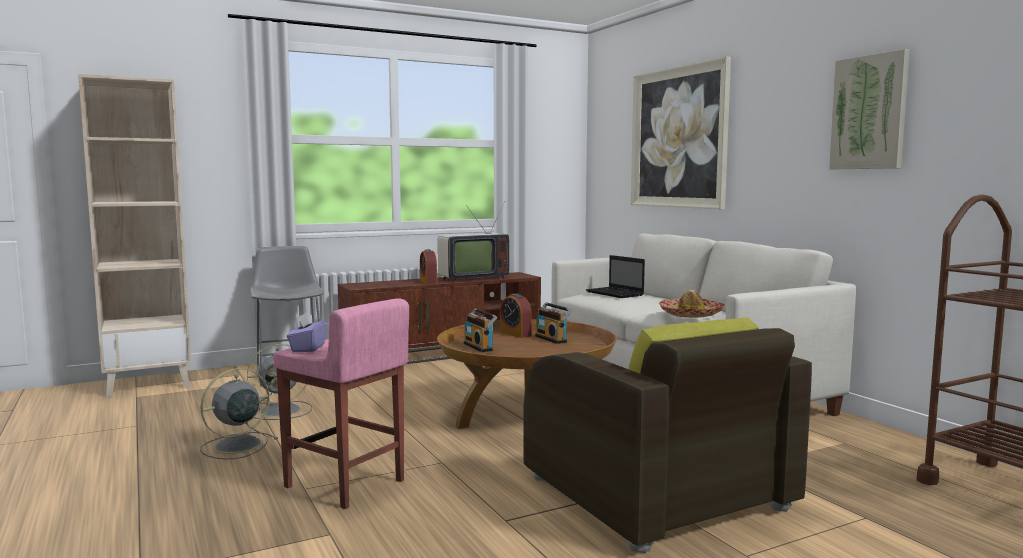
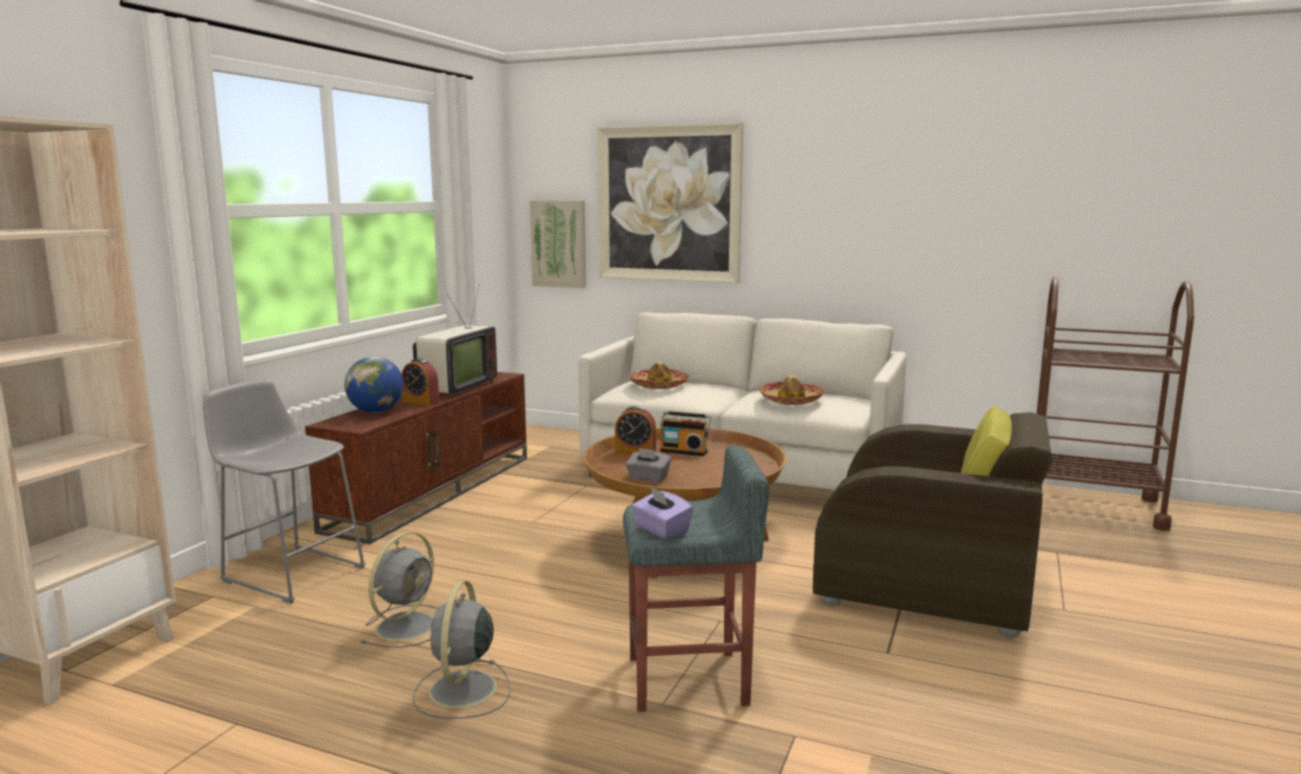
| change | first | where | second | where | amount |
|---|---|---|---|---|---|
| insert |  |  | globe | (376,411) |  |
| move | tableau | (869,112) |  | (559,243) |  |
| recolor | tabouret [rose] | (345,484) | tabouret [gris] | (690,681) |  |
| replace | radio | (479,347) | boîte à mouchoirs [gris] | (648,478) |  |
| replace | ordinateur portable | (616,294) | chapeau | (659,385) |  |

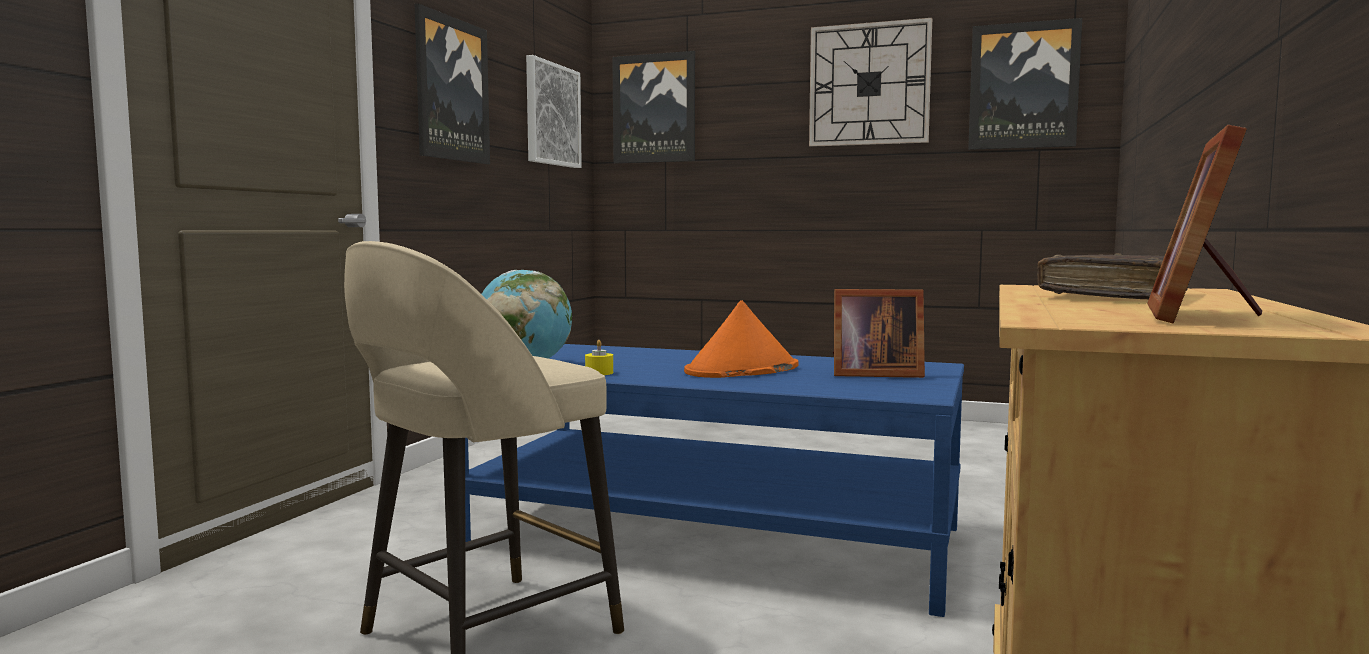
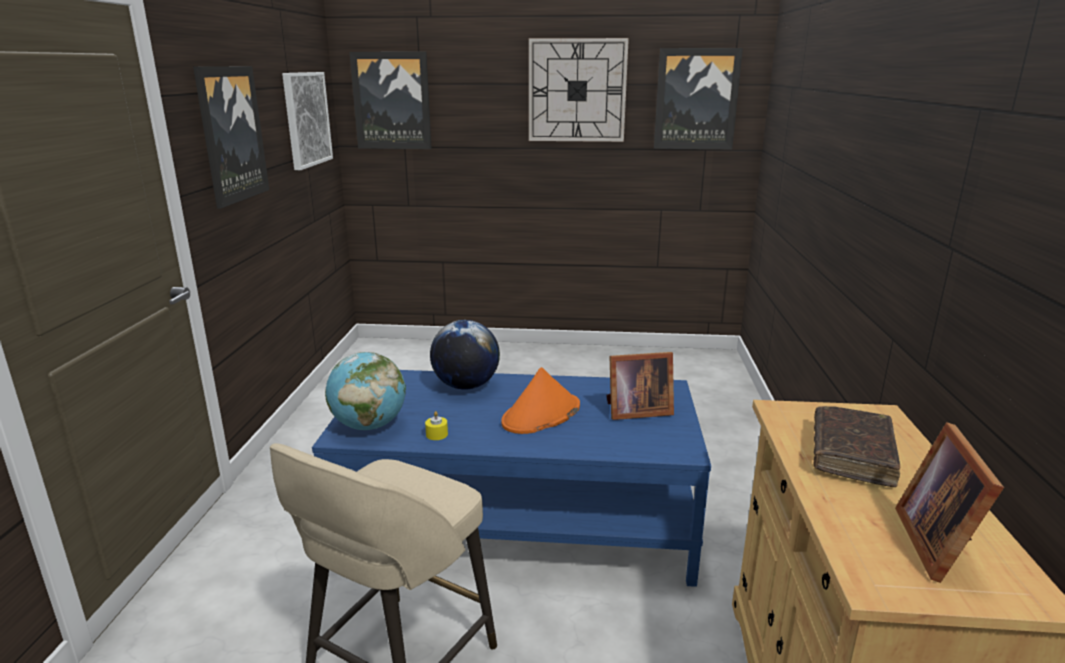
| change | first | where | second | where | amount |
|---|---|---|---|---|---|
| insert |  |  | globe | (466,386) |  |

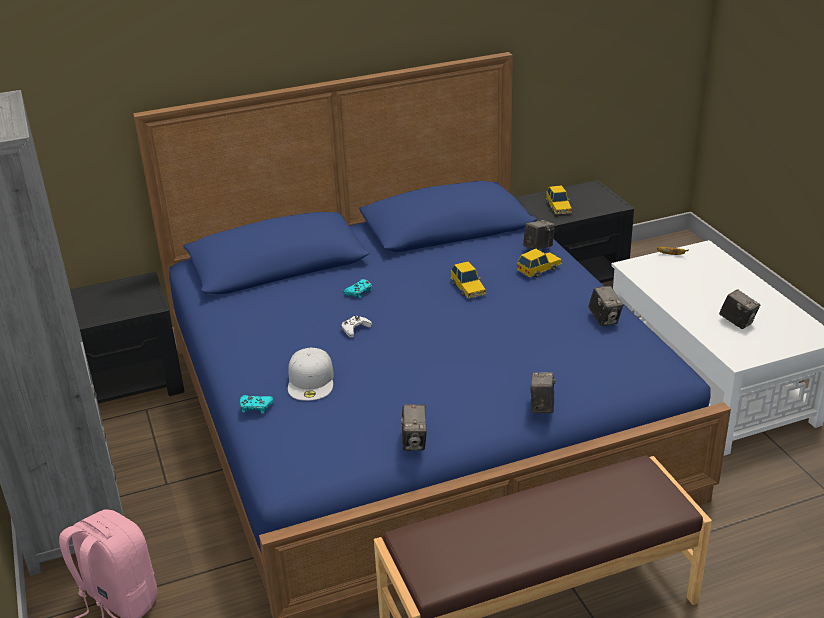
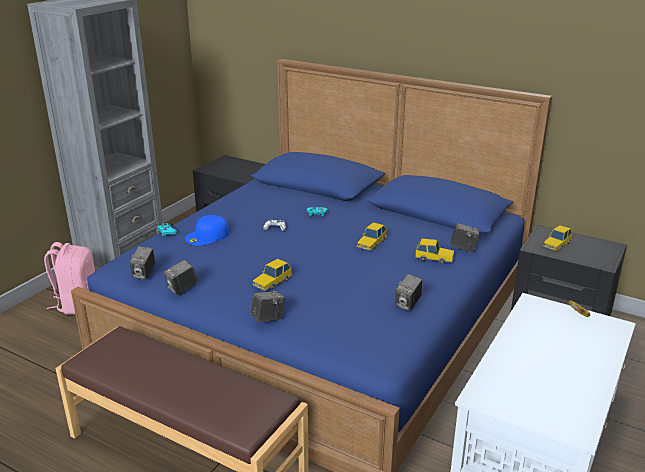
| change | first | where | second | where | amount |
|---|---|---|---|---|---|
| move | appareil photo | (737,322) |  | (144,274) |  |
| recolor | casquette [blanc] | (311,381) | casquette [bleu] | (207,236) |  |
| insert |  |  | petite voiture | (272,282) |  |

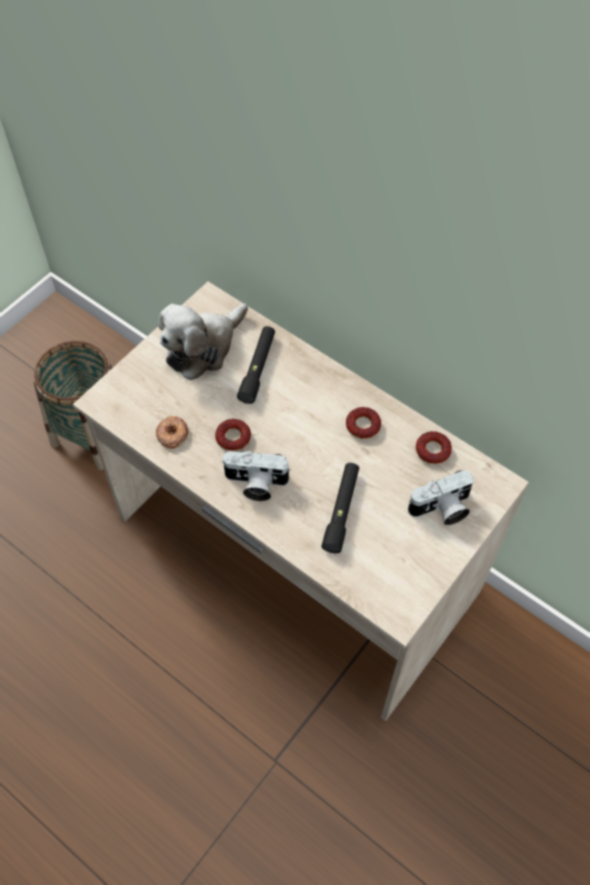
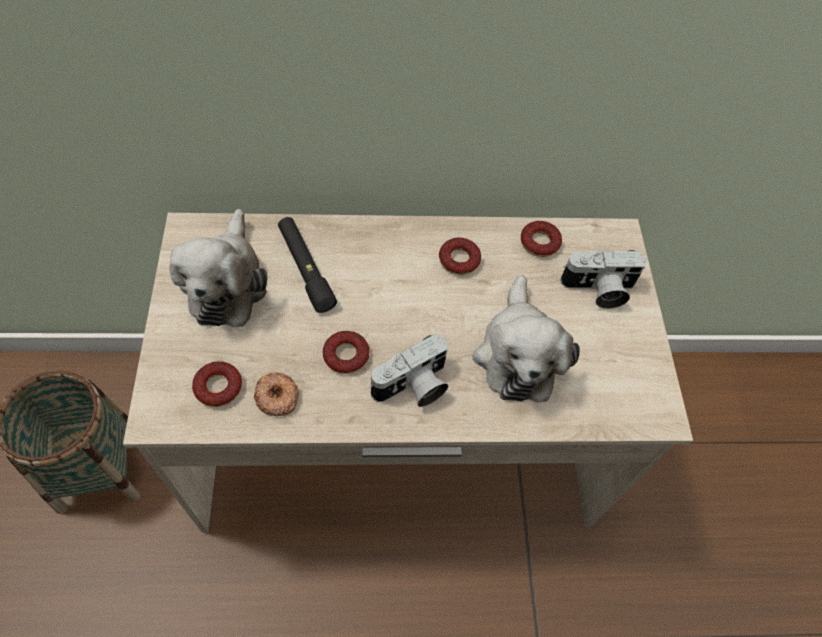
| change | first | where | second | where | amount |
|---|---|---|---|---|---|
| insert |  |  | beignet | (218,387) |  |
| replace | lampe de poche [noir] | (341,510) | peluche | (518,354) |  |
| rotate | appareil photo | (442,509) |  | (598,290) | 60 degrees clockwise |

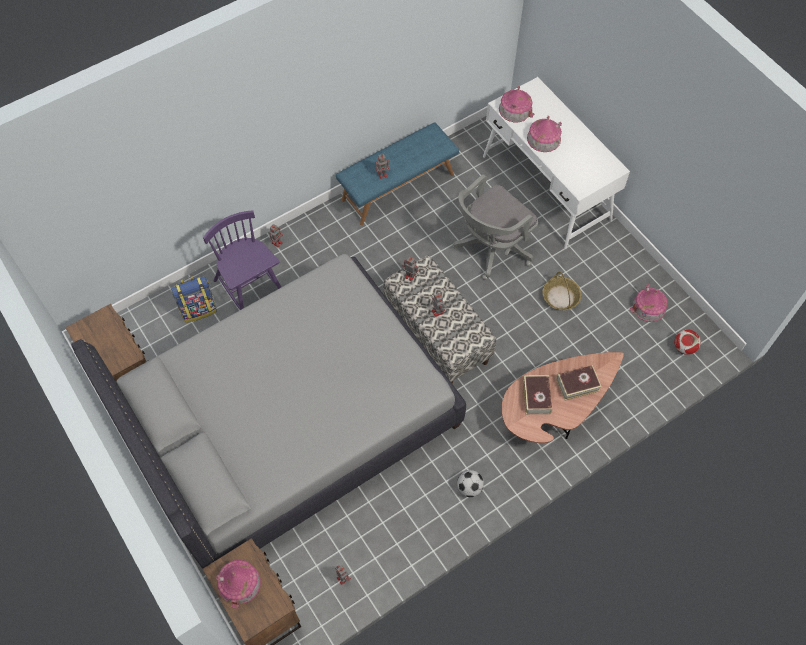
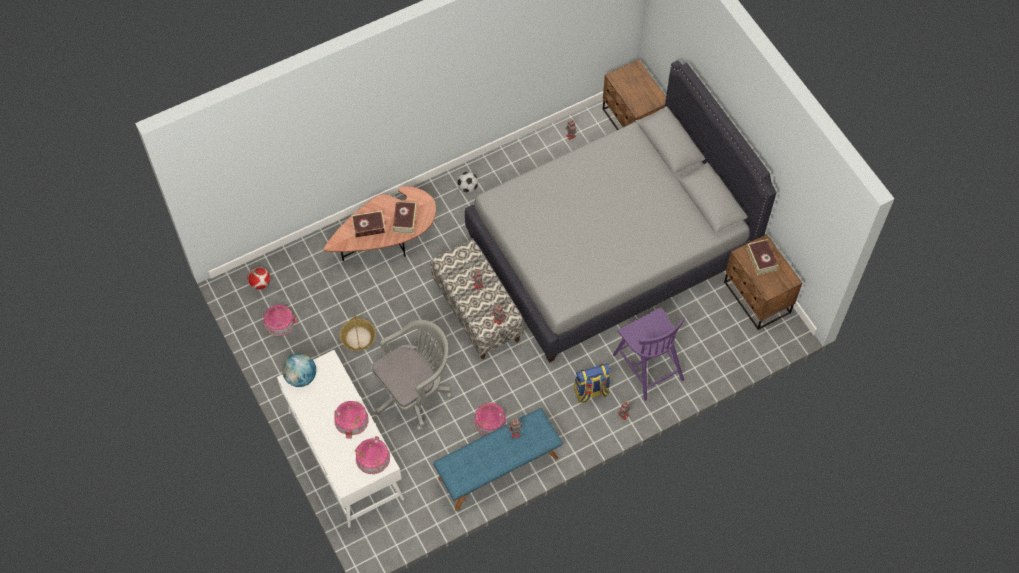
| change | first | where | second | where | amount |
|---|---|---|---|---|---|
| insert |  |  | globe | (301,377) |  |
| move | maison miniature | (239,583) |  | (490,420) |  |
| move | sac à dos | (198,309) |  | (591,392) |  |
| insert |  |  | livre | (761,259) |  |

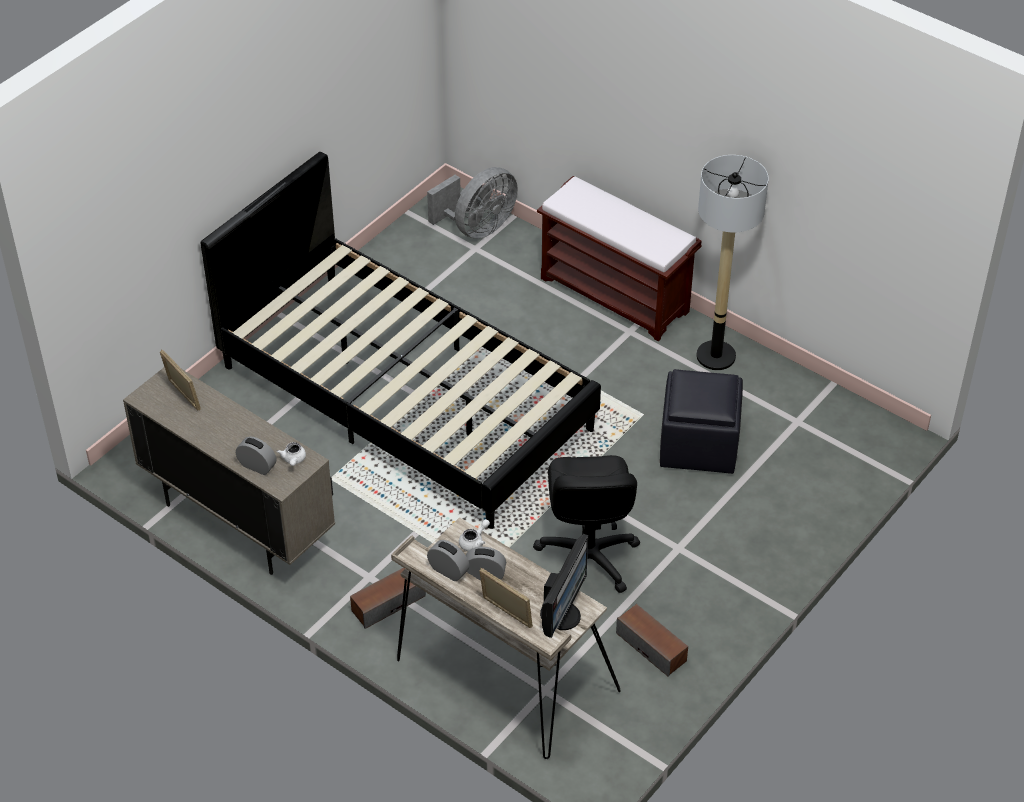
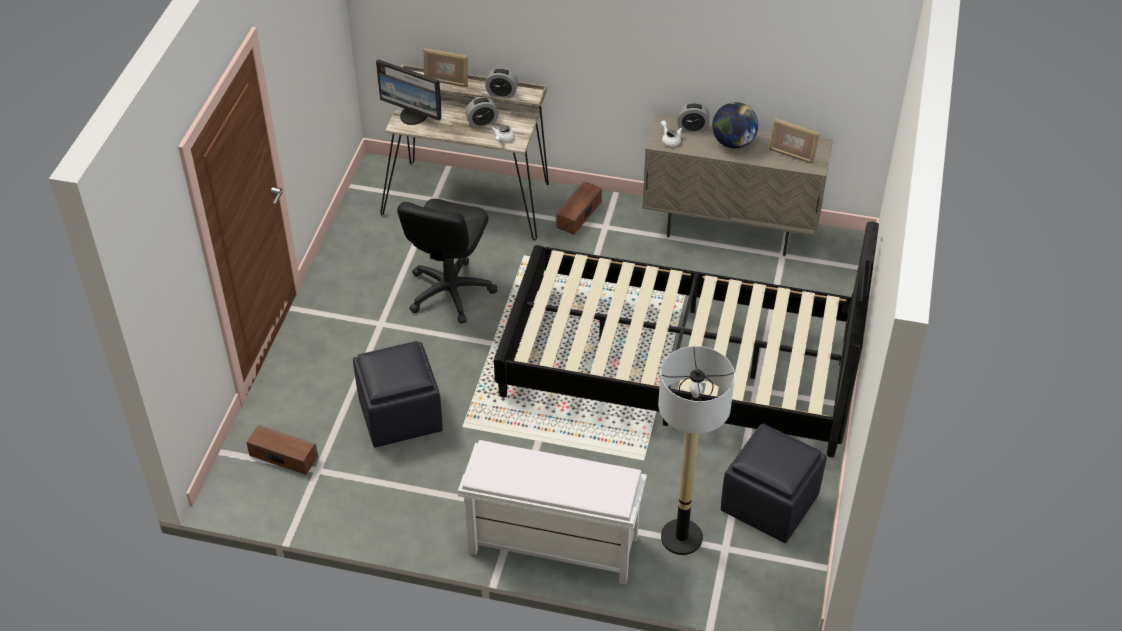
| change | first | where | second | where | amount |
|---|---|---|---|---|---|
| move | enceinte | (651,647) |  | (283,457) |  |
| rotate | écran d'ordinateur | (562,615) |  | (413,116) | 60 degrees counterclockwise |
| rotate | chaise de bureau [noir] | (587,558) |  | (450,292) | 135 degrees counterclockwise |
| recolor | banc [marron] | (616,295) | banc [blanc] | (551,545) |  |
| move | lampadaire | (716,356) |  | (681,538) |  |
| insert |  |  | globe | (733,143) |  |
| insert |  |  | pouf [noir] | (770,503) |  |
| delete | ventilateur [gris] | (477,228) |  |  |  |

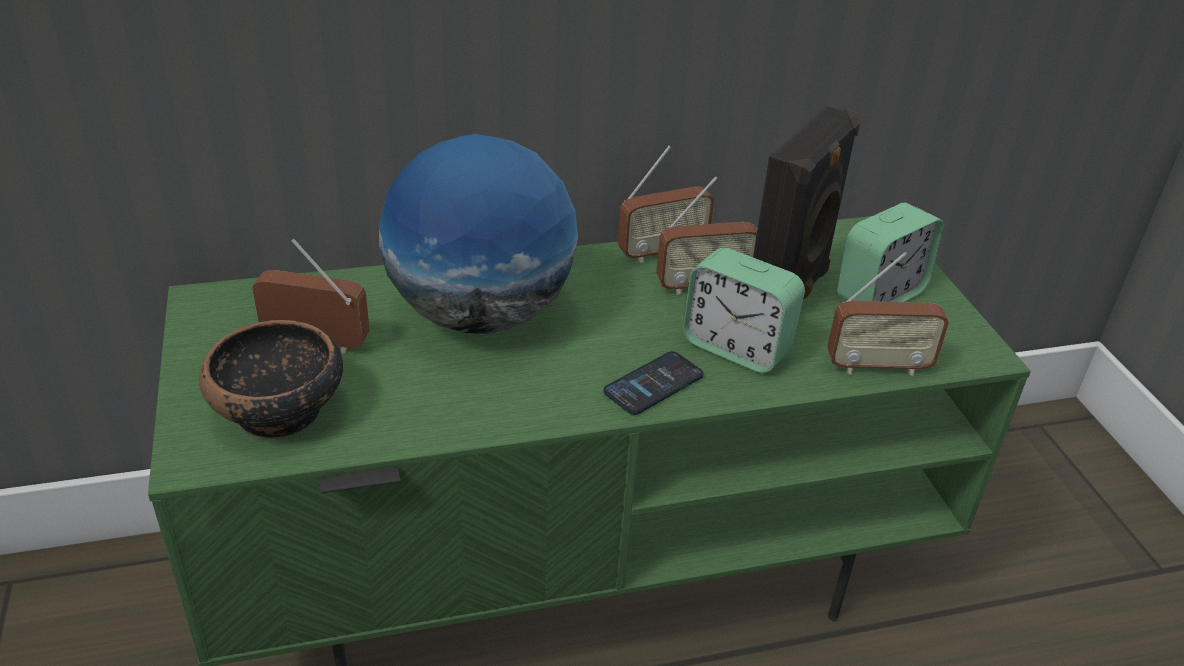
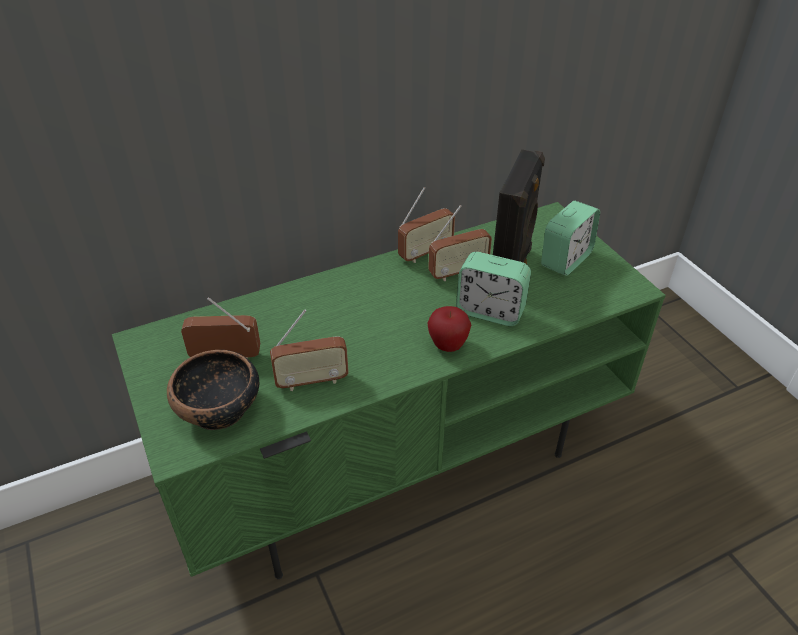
| change | first | where | second | where | amount |
|---|---|---|---|---|---|
| move | radio | (877,366) |  | (312,381) |  |
| replace | téléphone | (653,384) | pomme | (448,346) |  |
| delete | globe | (481,314) |  |  |  |

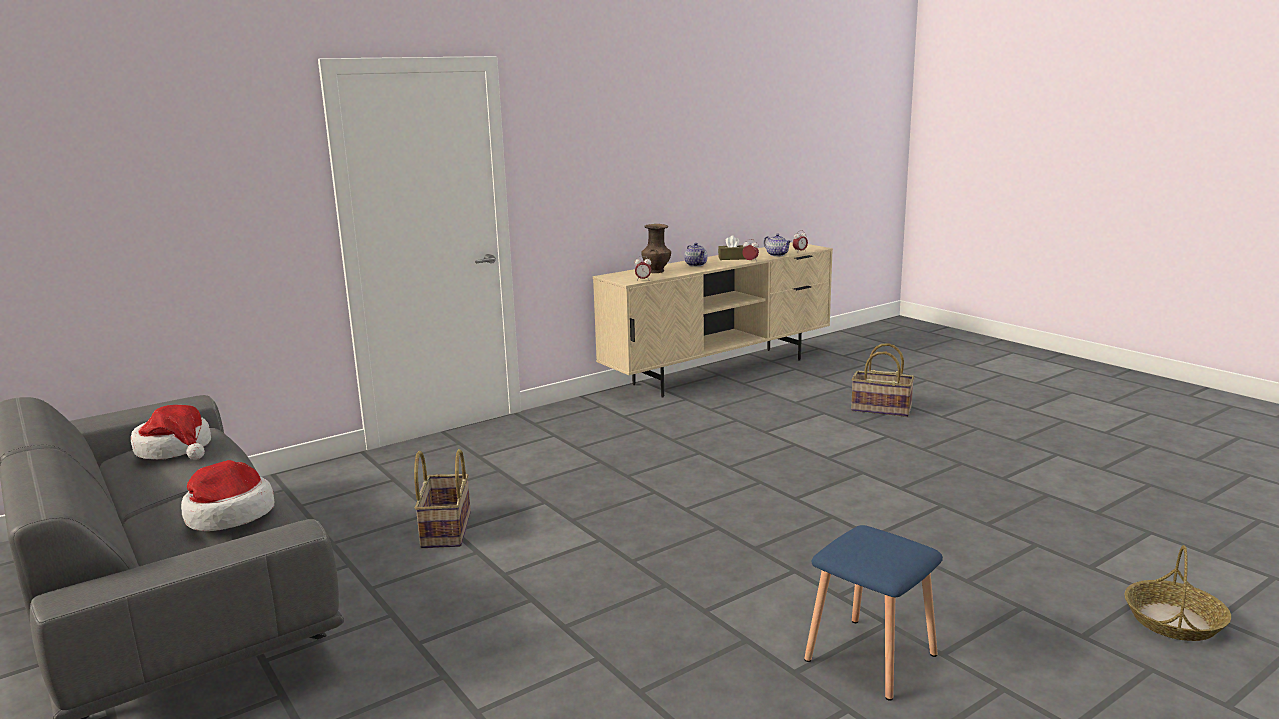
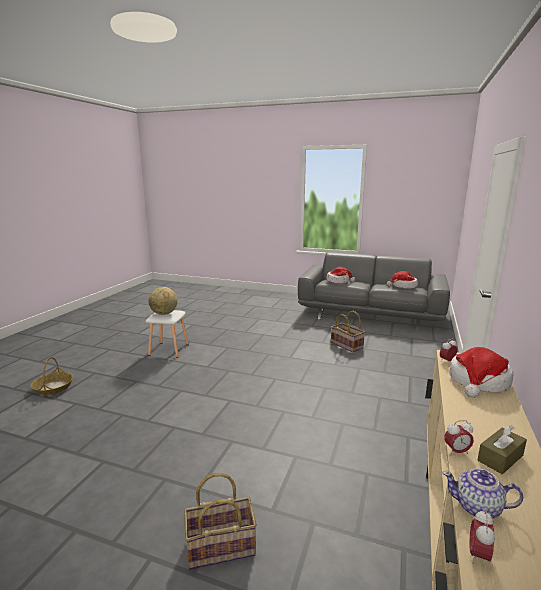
| change | first | where | second | where | amount |
|---|---|---|---|---|---|
| recolor | tabouret [bleu] | (871,656) | tabouret [blanc] | (169,350) |  |
| insert |  |  | globe | (164,314) |  |
| replace | vase [marron] | (656,271) | chapeau | (478,382) |  |
| delete | théière | (696,265) |  |  |  |

